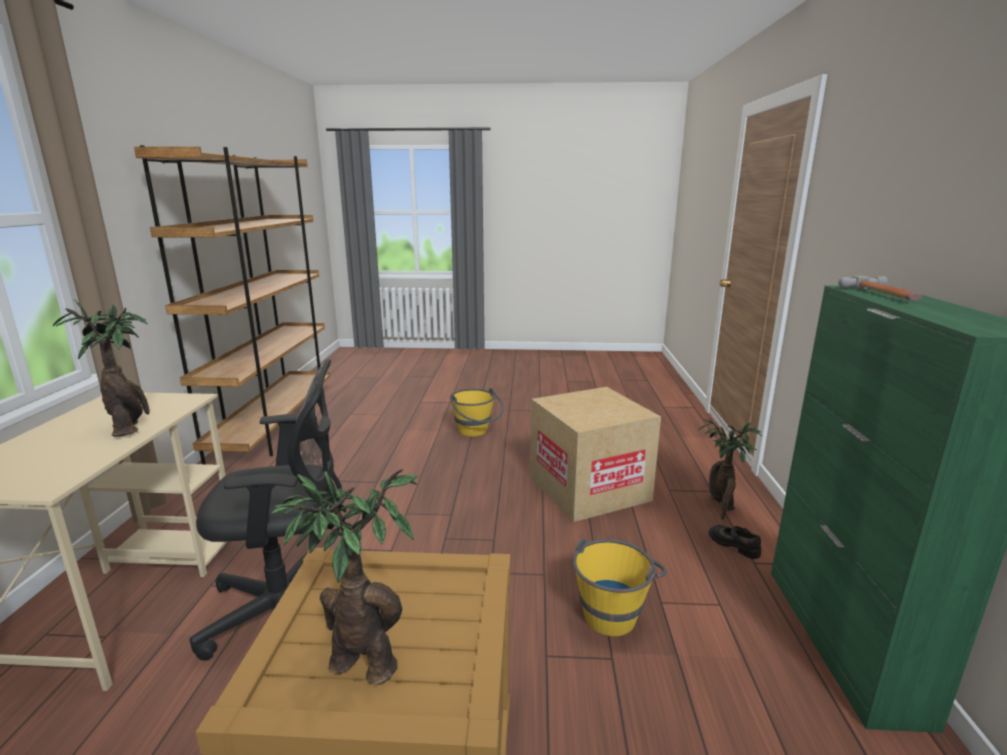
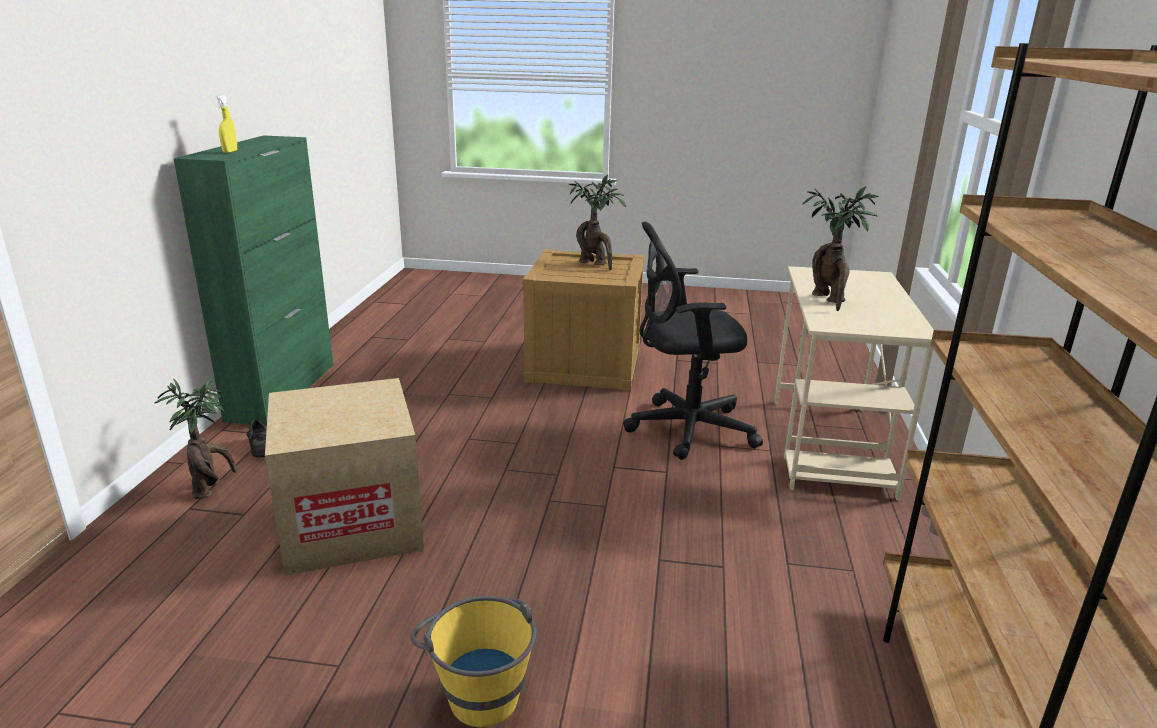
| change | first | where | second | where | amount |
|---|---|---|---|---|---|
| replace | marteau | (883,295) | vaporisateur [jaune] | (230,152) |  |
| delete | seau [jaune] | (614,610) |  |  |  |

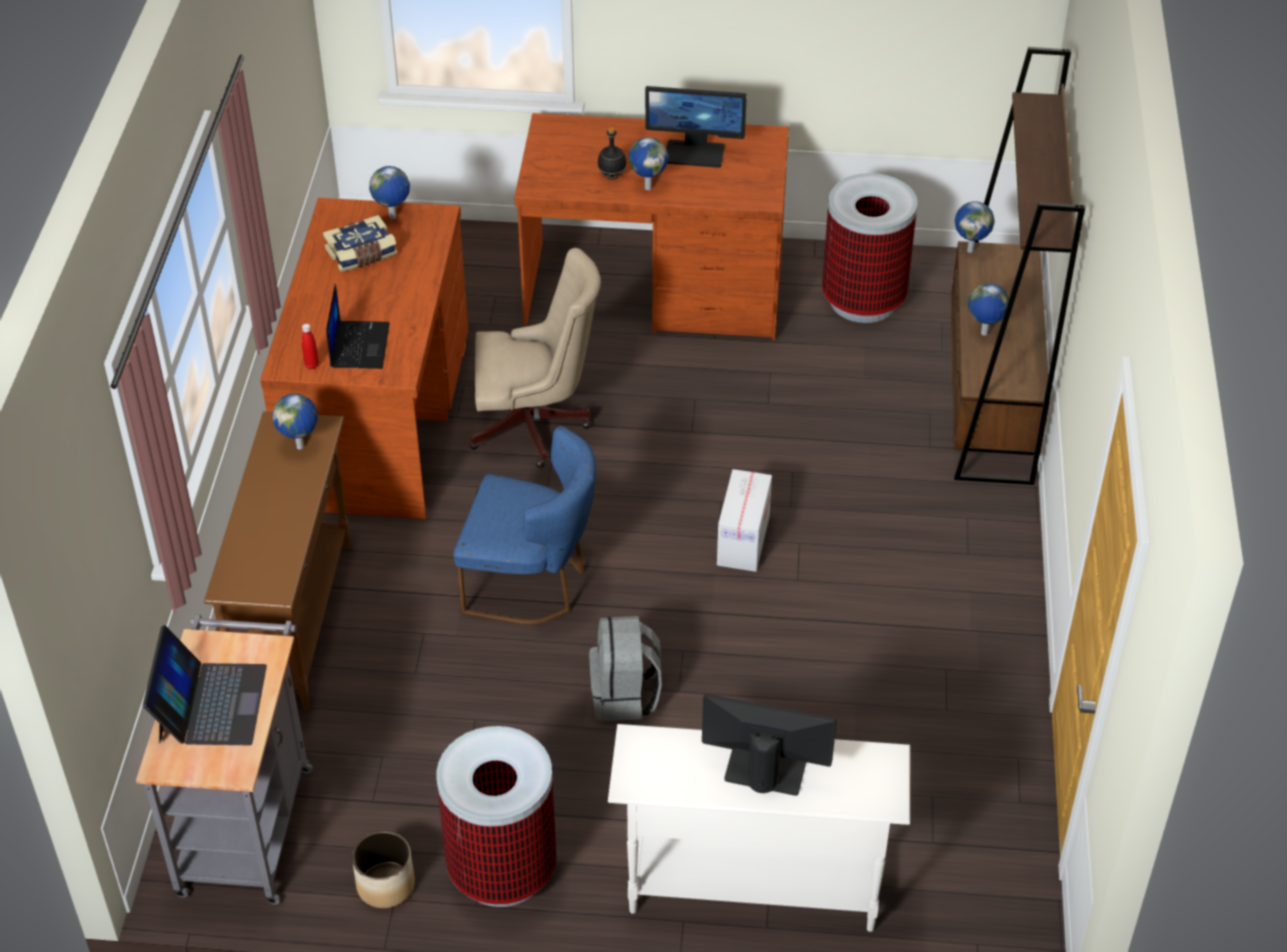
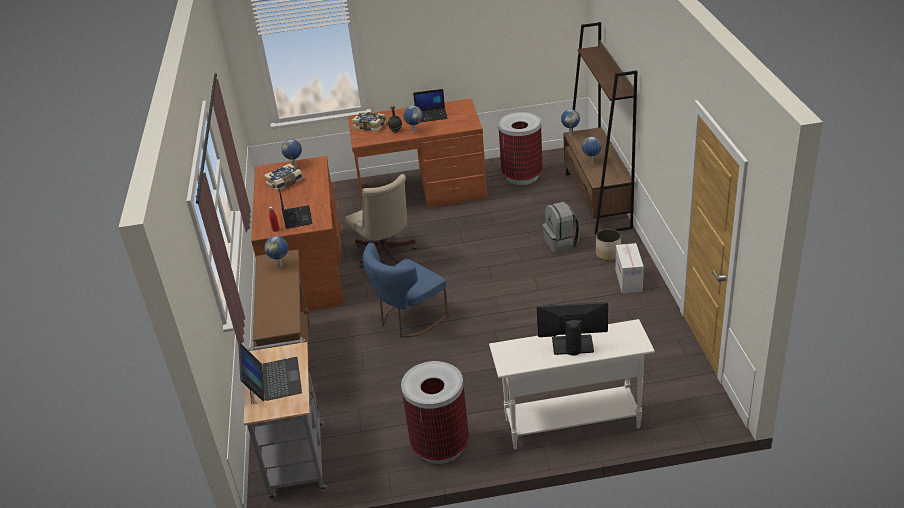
| change | first | where | second | where | amount |
|---|---|---|---|---|---|
| rotate | chaise de bureau [beige] | (536,426) |  | (385,256) | 75 degrees clockwise |
| insert |  |  | livre | (370,126) |  |
| rotate | chaise [bleu] | (532,584) |  | (408,320) | 135 degrees clockwise |
| replace | écran d'ordinateur | (695,153) | ordinateur portable | (431,115) |  |
| move | sac à dos [gris] | (625,696) |  | (561,243) |  |
| move | cache-pot | (385,885) |  | (608,254) |  |
| move | carton | (743,541) |  | (628,280) |  |

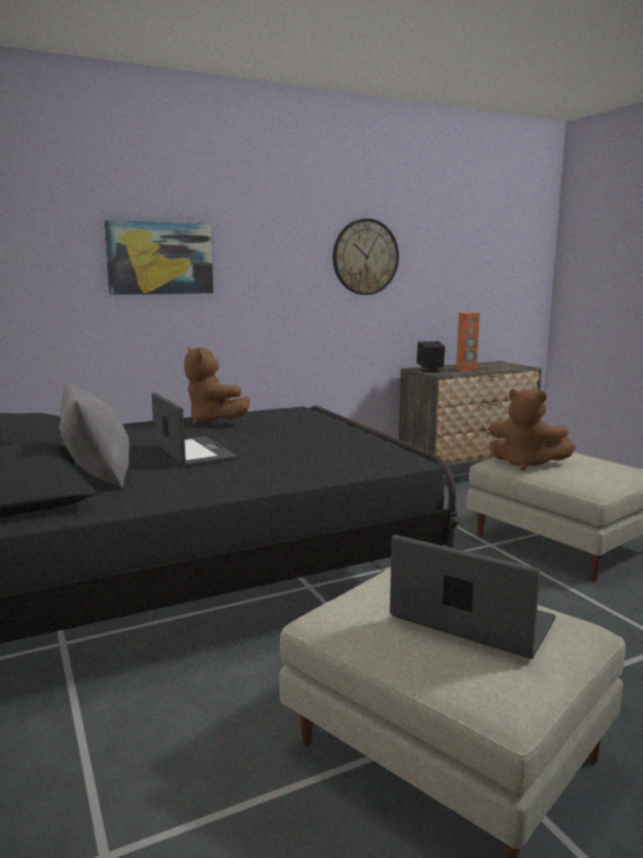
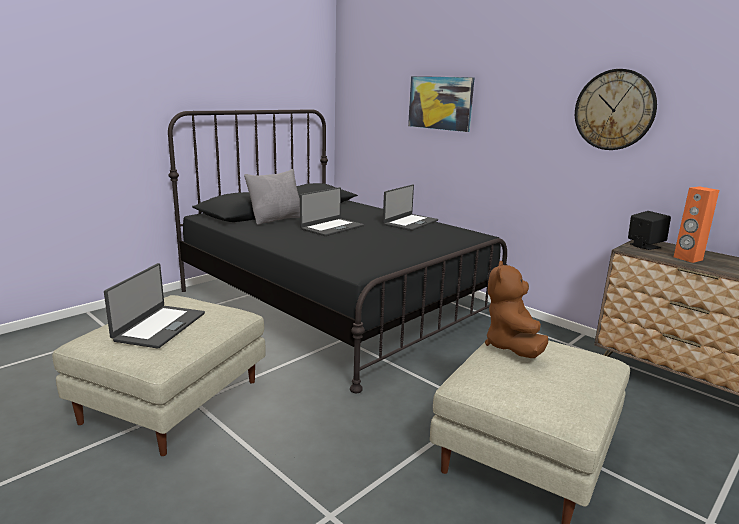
| change | first | where | second | where | amount |
|---|---|---|---|---|---|
| replace | peluche [marron] | (213,422) | ordinateur portable | (410,222) |  |

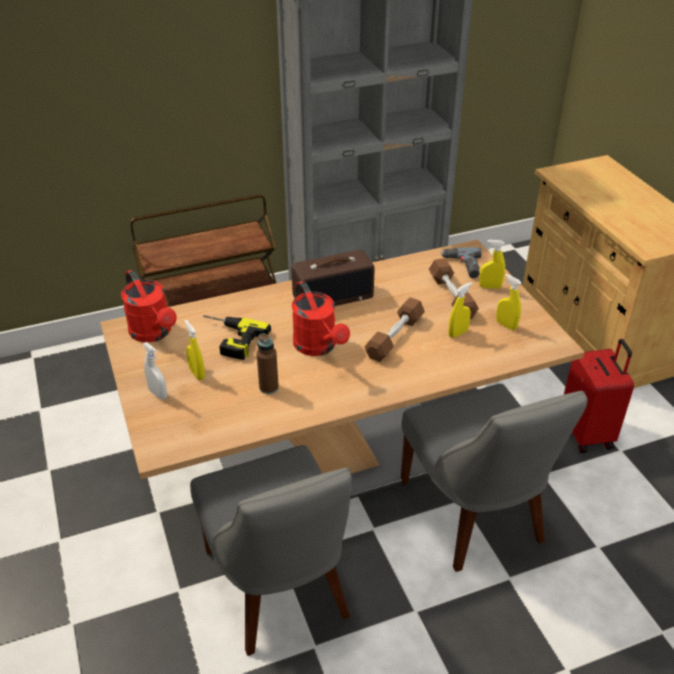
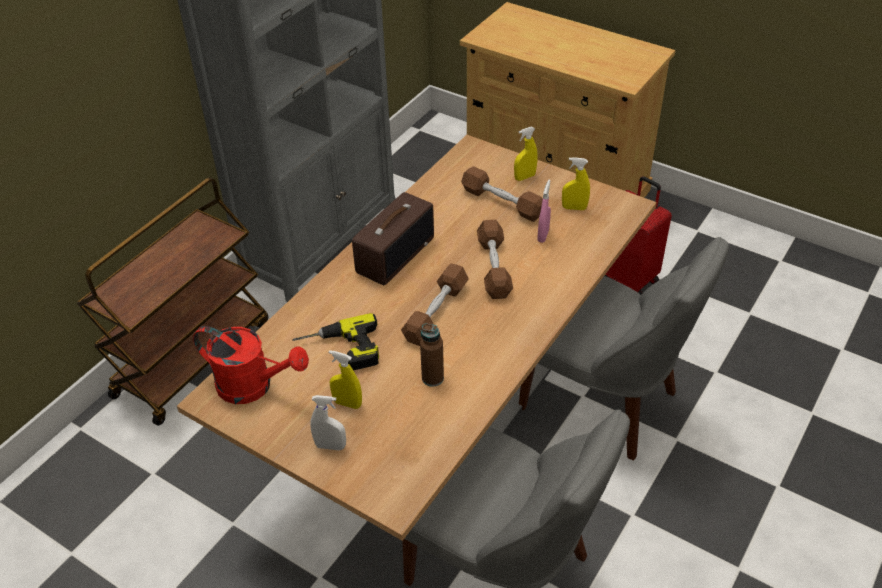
| change | first | where | second | where | amount |
|---|---|---|---|---|---|
| replace | arrosoir [rouge] | (319,347) | haltère [marron] | (436,312) |  |
| recolor | vaporisateur [jaune] | (458,333) | vaporisateur [rose] | (543,235) |  |
| delete | perceuse | (462,266) |  |  |  |

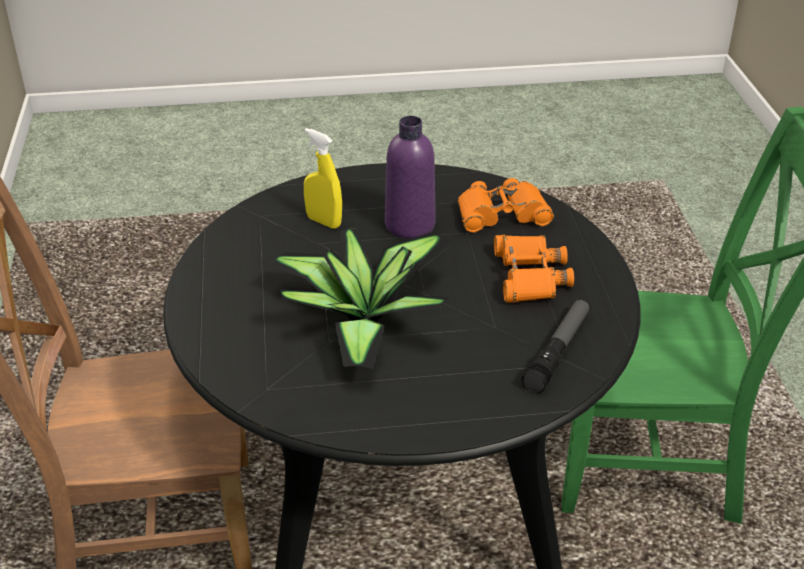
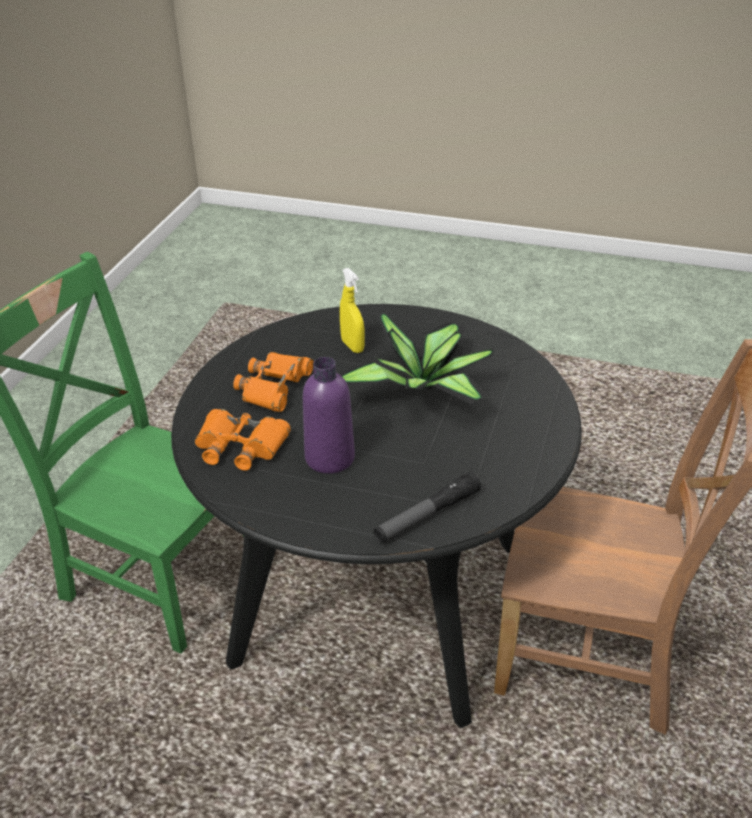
| change | first | where | second | where | amount |
|---|---|---|---|---|---|
| move | vaporisateur [jaune] | (324,222) |  | (352,346) |  |
| move | lampe de poche | (558,351) |  | (427,515) |  |

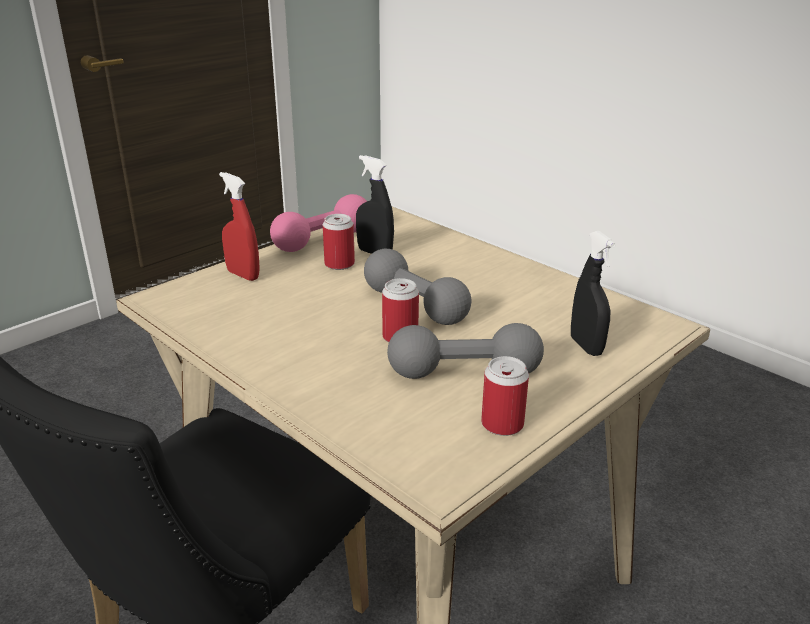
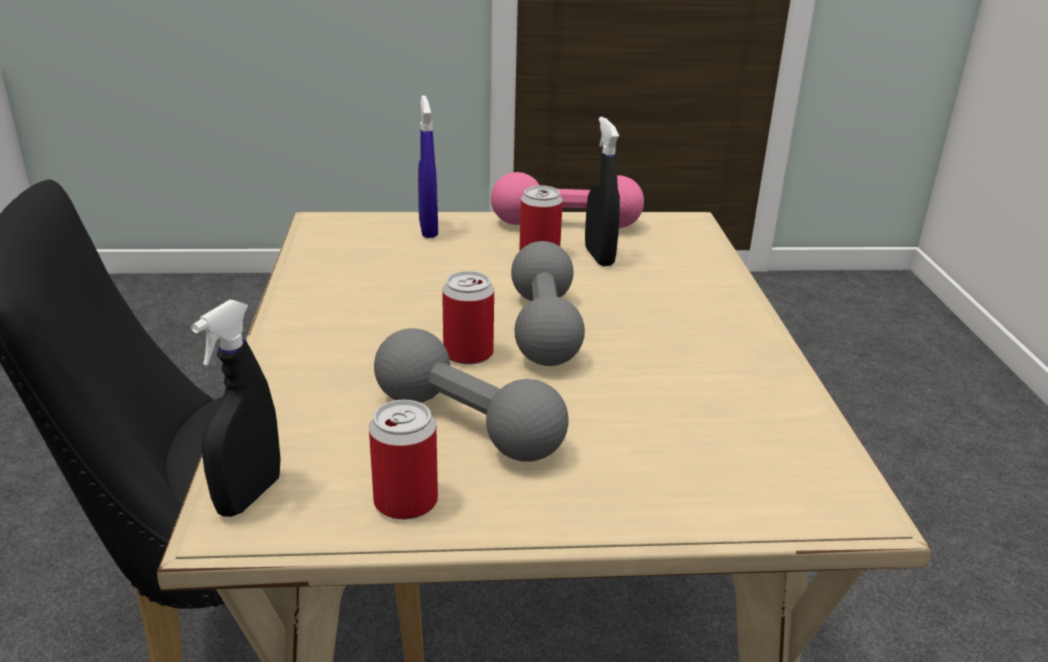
| change | first | where | second | where | amount |
|---|---|---|---|---|---|
| move | vaporisateur [noir] | (586,346) |  | (249,496) |  |
| recolor | vaporisateur [rouge] | (243,275) | vaporisateur [bleu] | (428,229) |  |

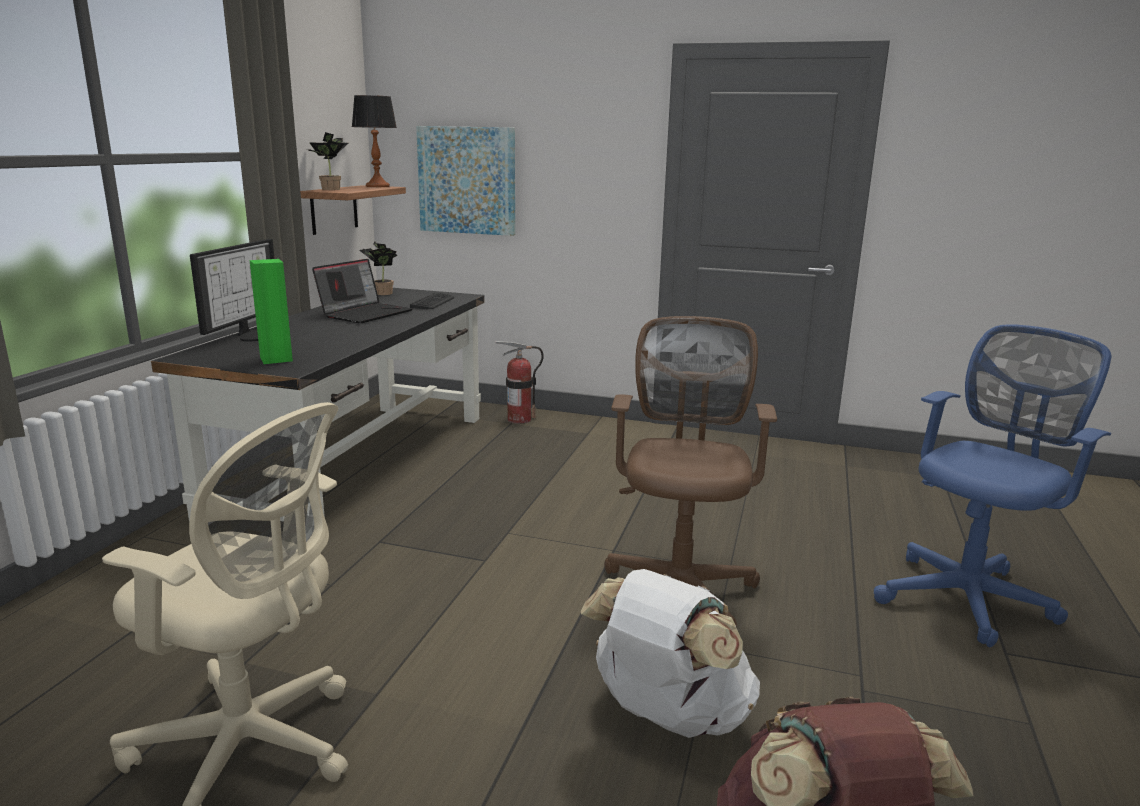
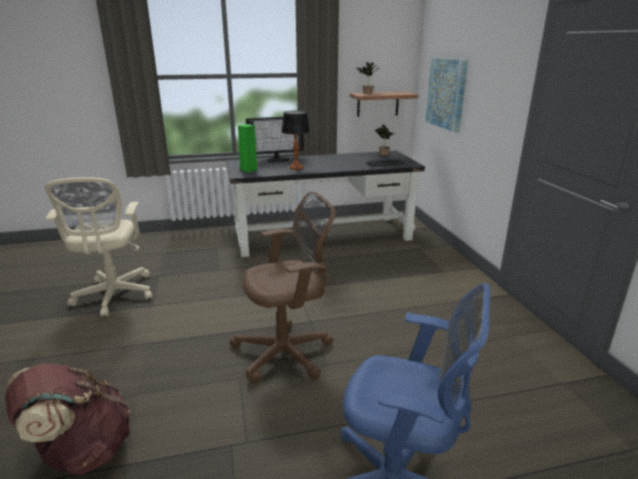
| change | first | where | second | where | amount |
|---|---|---|---|---|---|
| move | lampe de table | (378,186) |  | (296,168) |  |
| delete | ordinateur portable | (365,313) |  |  |  |
| delete | extincteur | (519,419) |  |  |  |
| delete | sac à dos [blanc] | (667,715) |  |  |  |

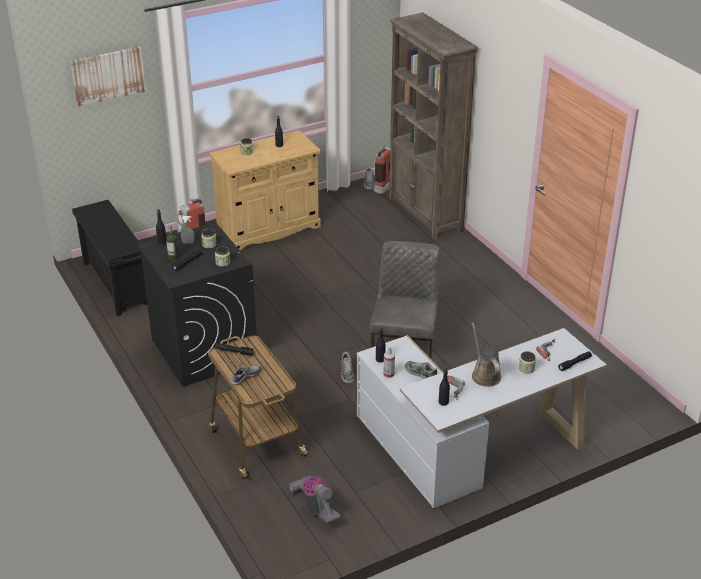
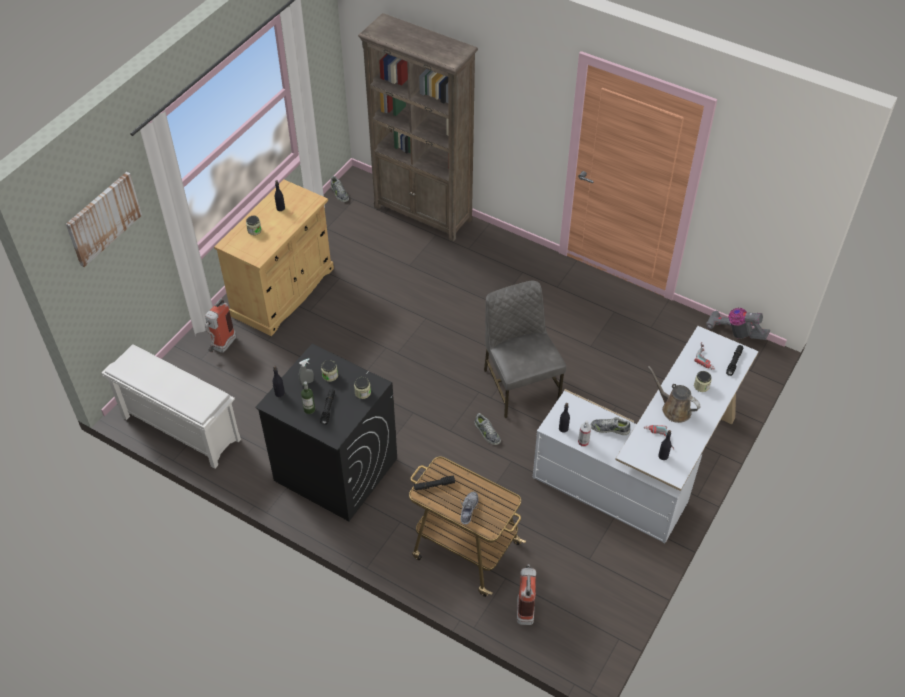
| change | first | where | second | where | amount |
|---|---|---|---|---|---|
| recolor | étagère à chaussures [noir] | (115,283) | étagère à chaussures [blanc] | (179,428) |  |
| move | extincteur | (385,188) |  | (525,606) |  |
| move | aspirateur | (316,507) |  | (735,332) |  |

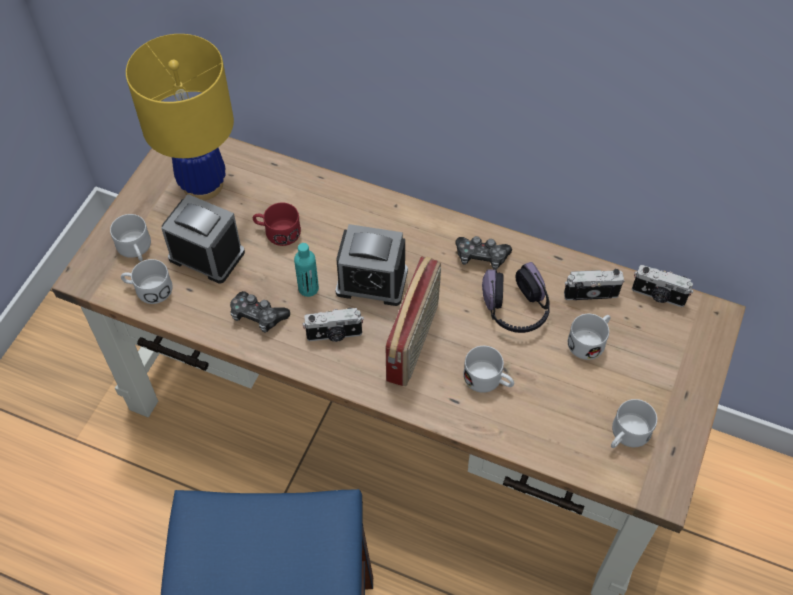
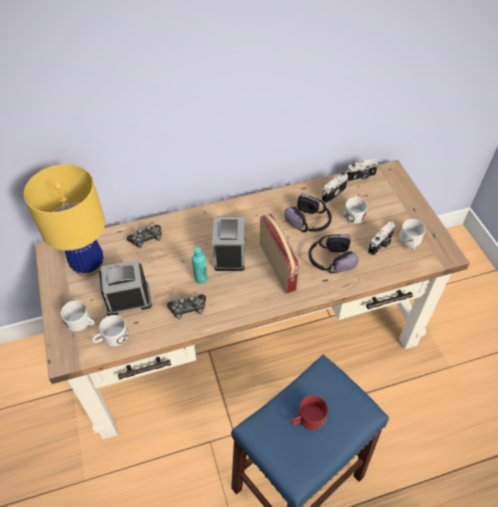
| change | first | where | second | where | amount |
|---|---|---|---|---|---|
| move | manette | (481,257) |  | (147,239) |  |
| rotate | réveil | (372,282) |  | (229,254) | 60 degrees counterclockwise |
| move | mug [rouge] | (277,232) |  | (307,419) |  |
| replace | mug [blanc] | (488,380) | casque audio | (330,260) |  |
| move | appareil photo | (334,335) |  | (381,245) |  |

